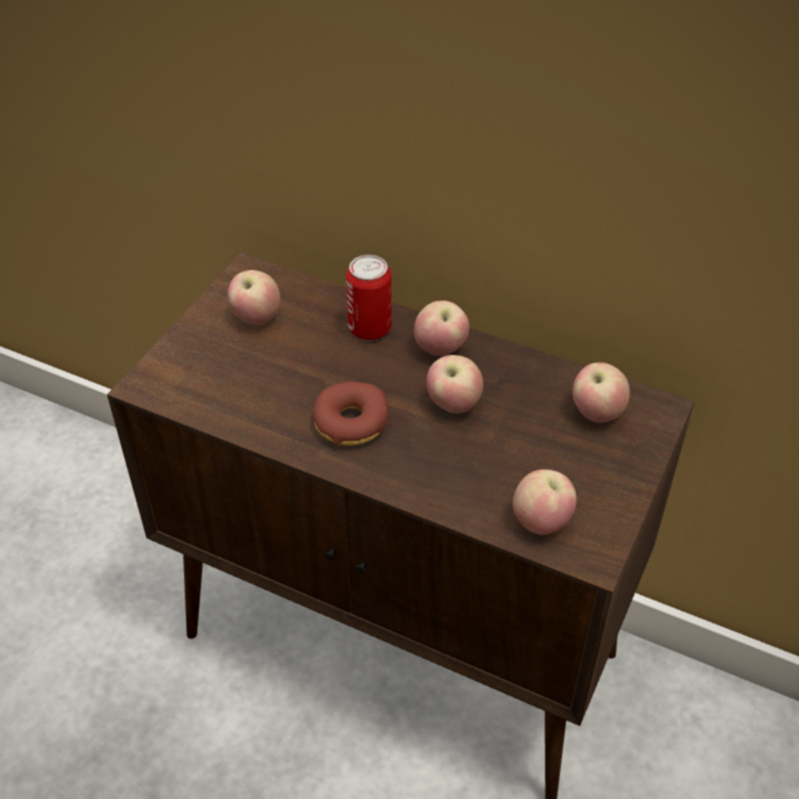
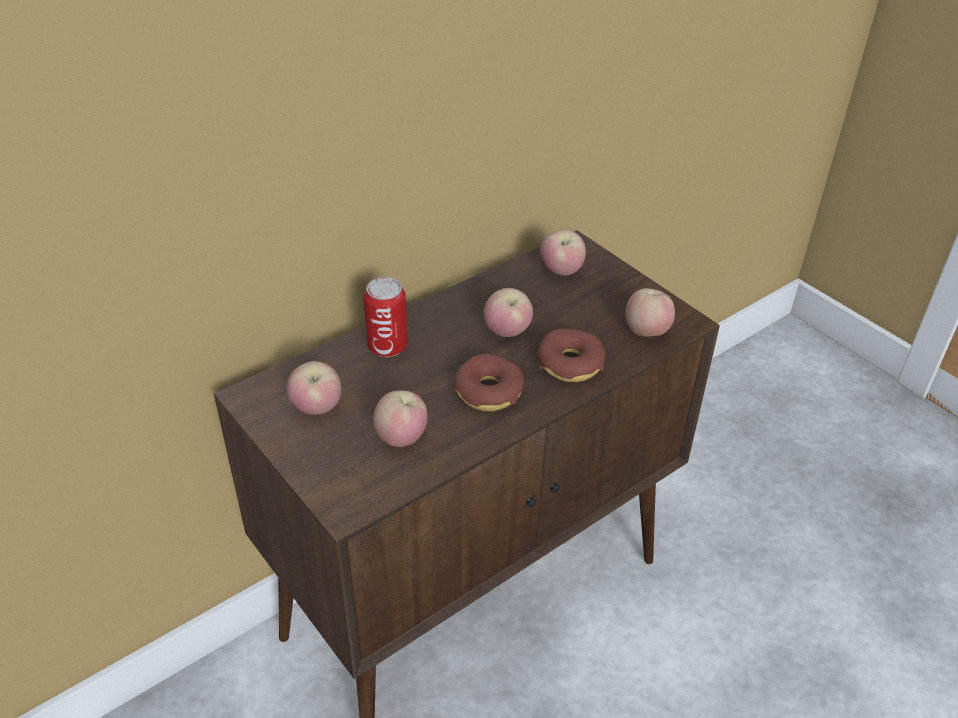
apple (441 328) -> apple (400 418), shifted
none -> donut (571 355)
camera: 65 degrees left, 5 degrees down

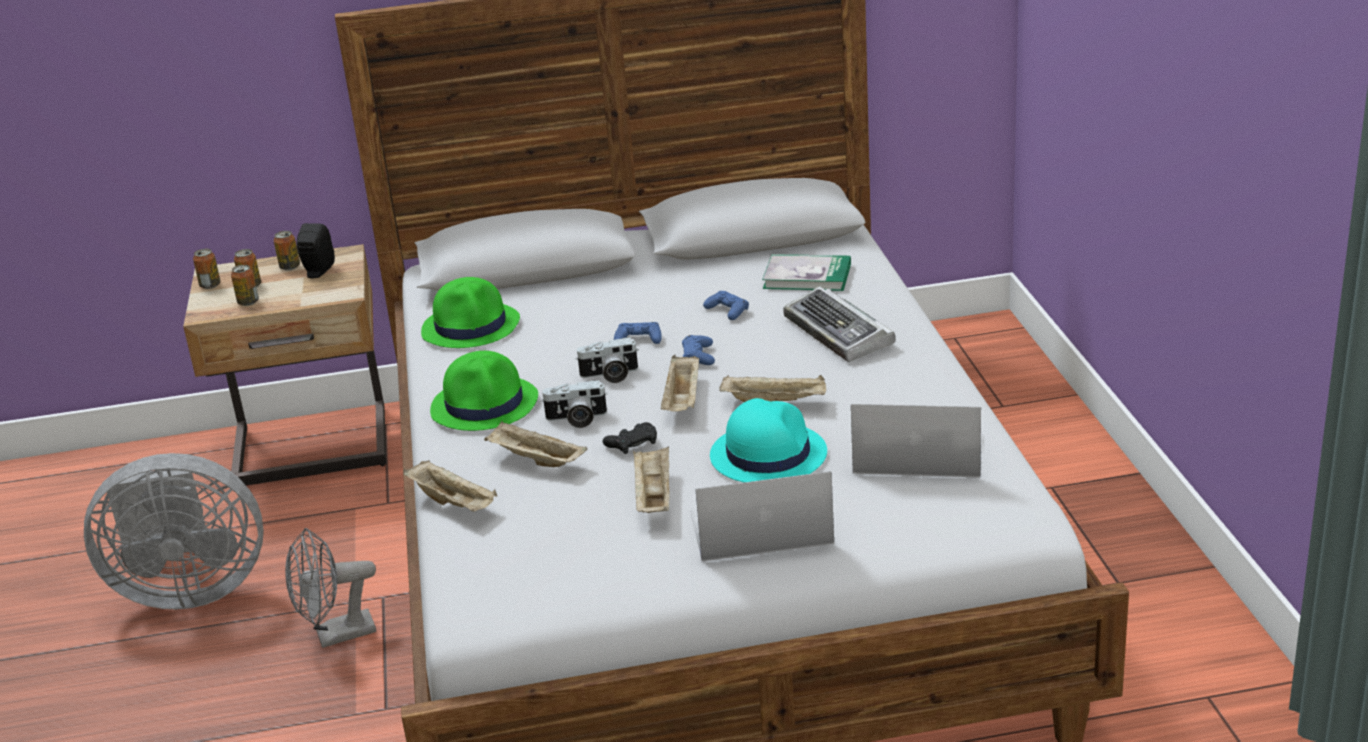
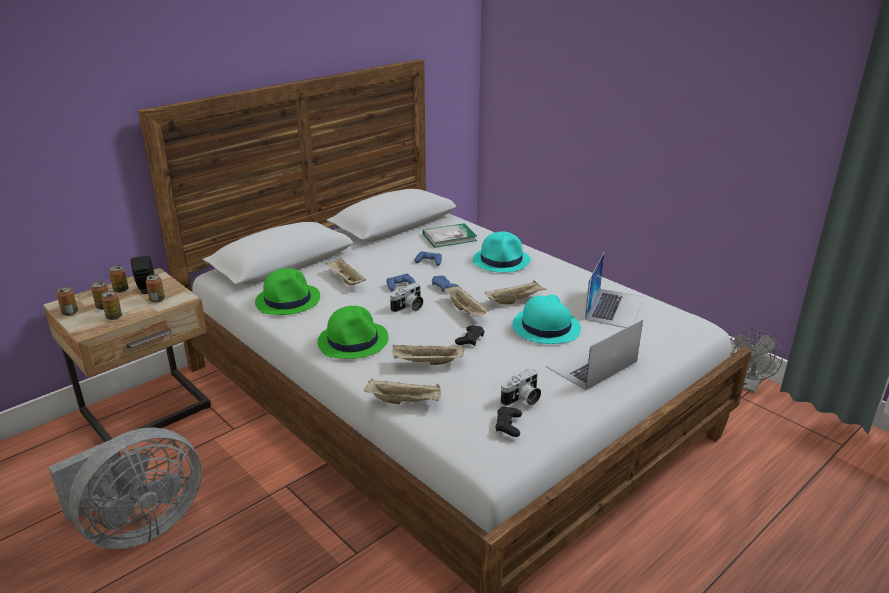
none -> can (155 288)
beige tray (651 479) -> beige tray (346 272), shifted
keyboard (839 324) -> turquoise hat (502 252)
none -> black game controller (508 421)
photo camera (574 404) -> photo camera (521 387), shifted
laptop (916 440) -> laptop (614 290), 135 degrees clockwise
grey fan (330 588) -> grey fan (756 361), shifted
camera: 35 degrees left, 0 degrees up

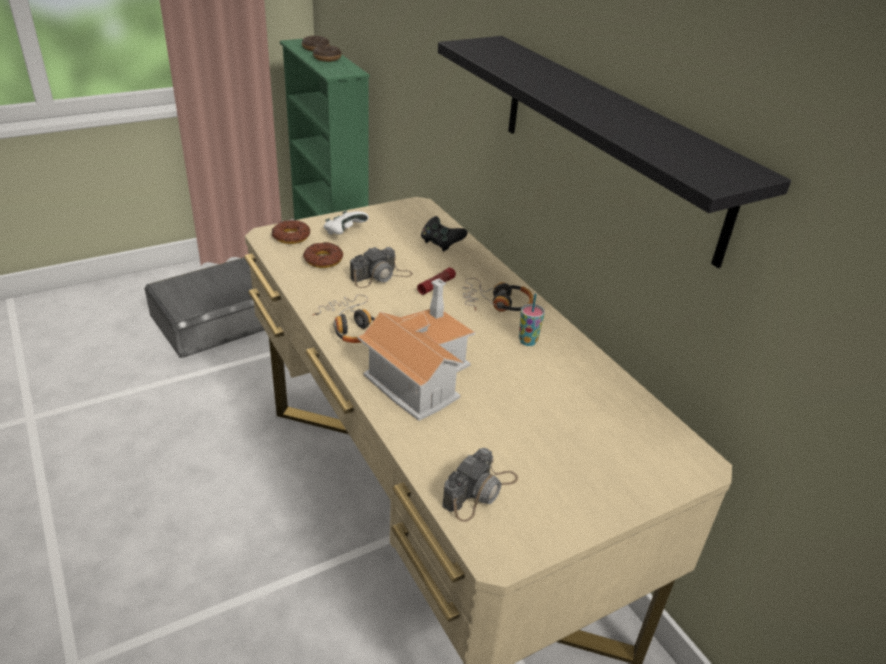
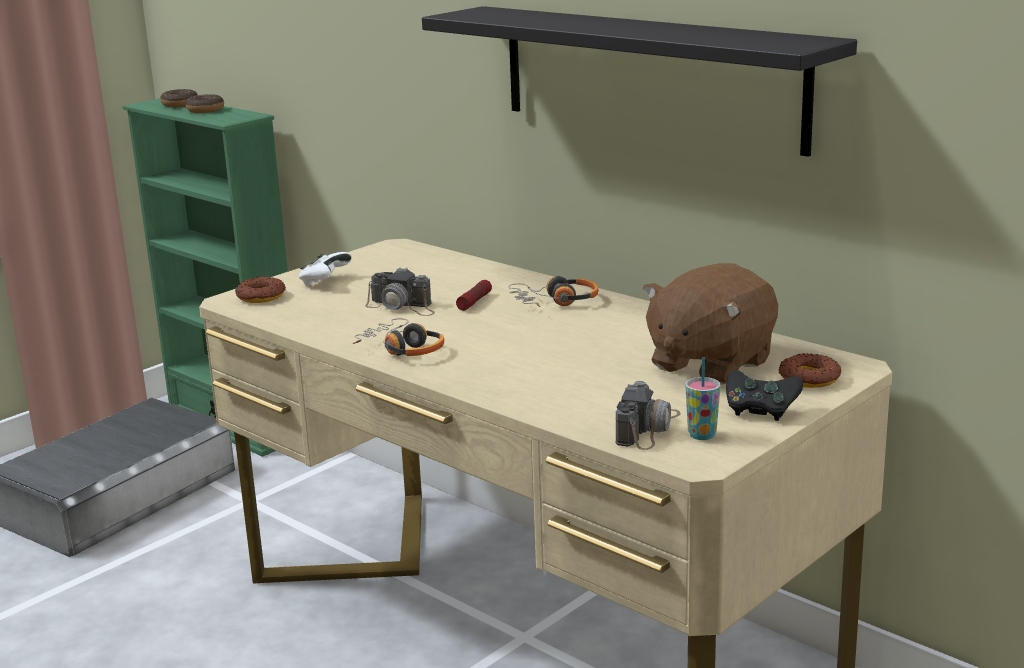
photo camera (381 267) -> photo camera (400 291), 75 degrees clockwise
none -> brown plush toy (710 324)
cup (532 320) -> cup (703 398), shifted
black game controller (444 233) -> black game controller (764 395), shifted
donut (323 255) -> donut (810 370), shifted
toy house (416 350) -> none
camera: 15 degrees left, 15 degrees down

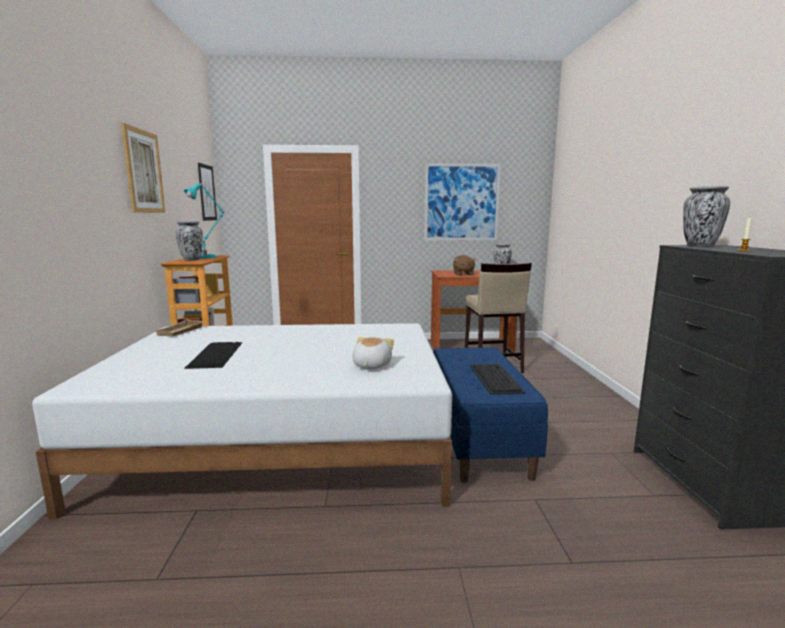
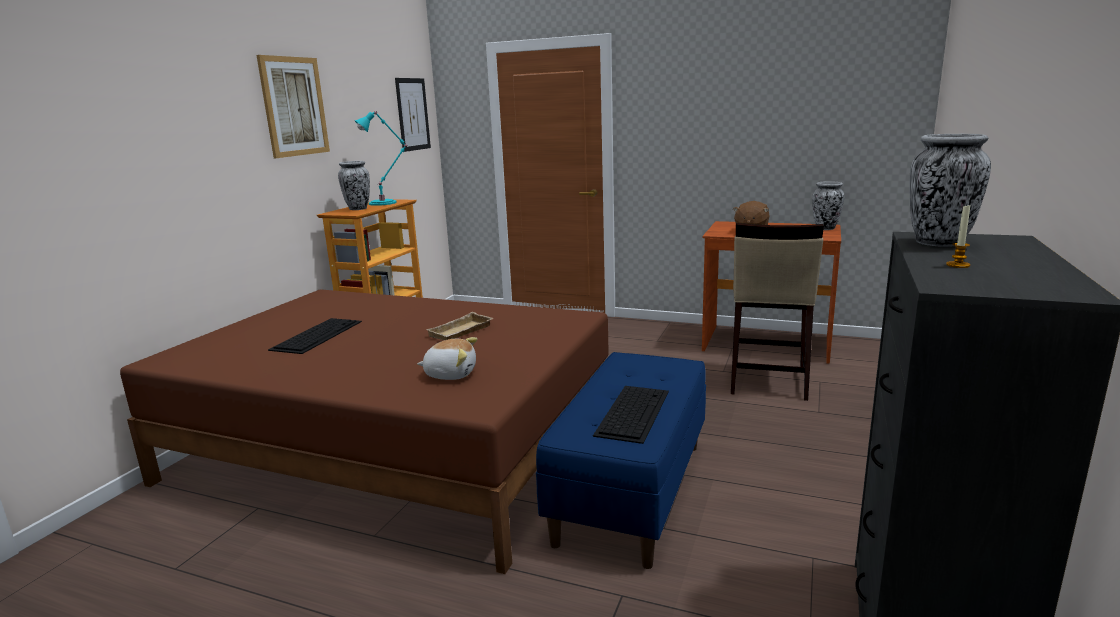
white bed (242 421) -> brown bed (364 431)
plush toy (373 353) -> plush toy (447 358), 60 degrees clockwise
beige tray (179 327) -> beige tray (459 326), shifted
picture (462 201) -> none
camera: 25 degrees right, 5 degrees up

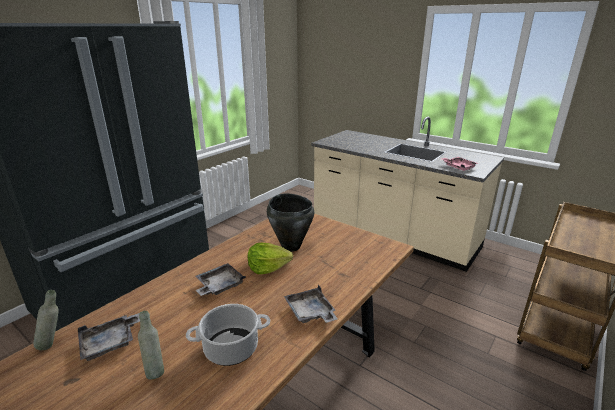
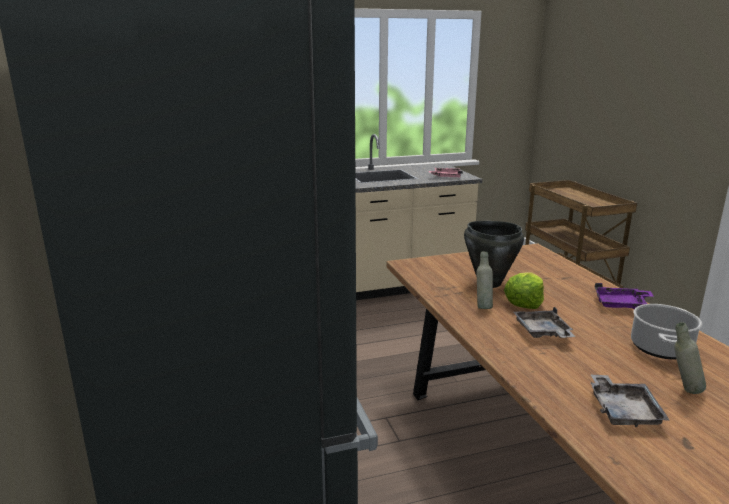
grey bottle (46 320) -> grey bottle (485 280), shifted
grey tray (311 304) -> purple tray (624 296)
camera: 55 degrees left, 5 degrees down

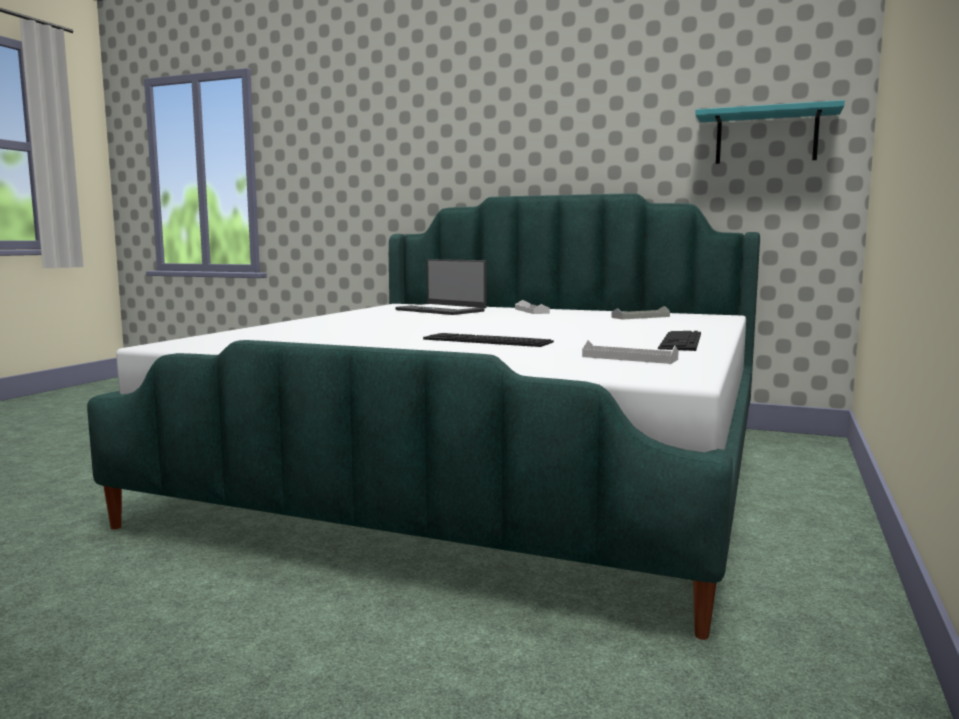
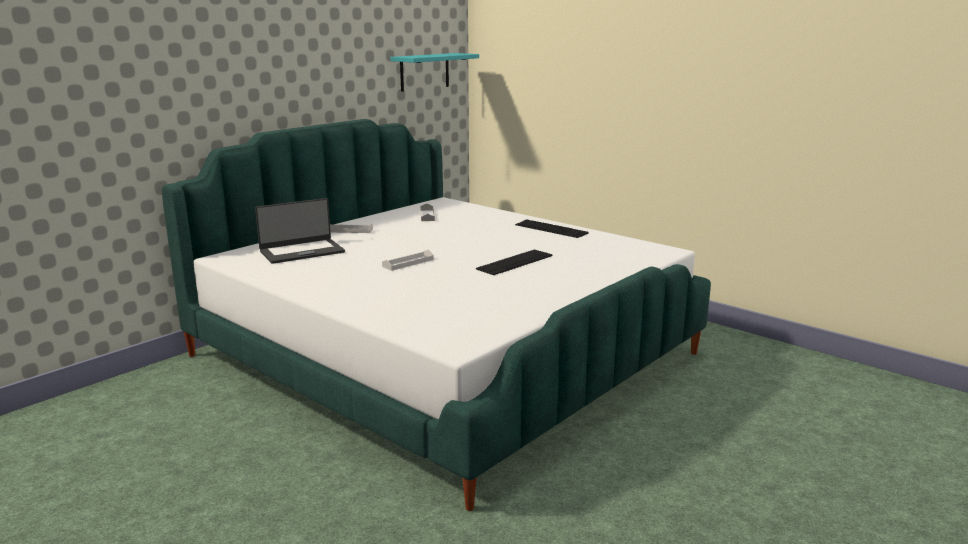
white tray (630 352) -> white tray (408 260), shifted
camera: 70 degrees left, 10 degrees up

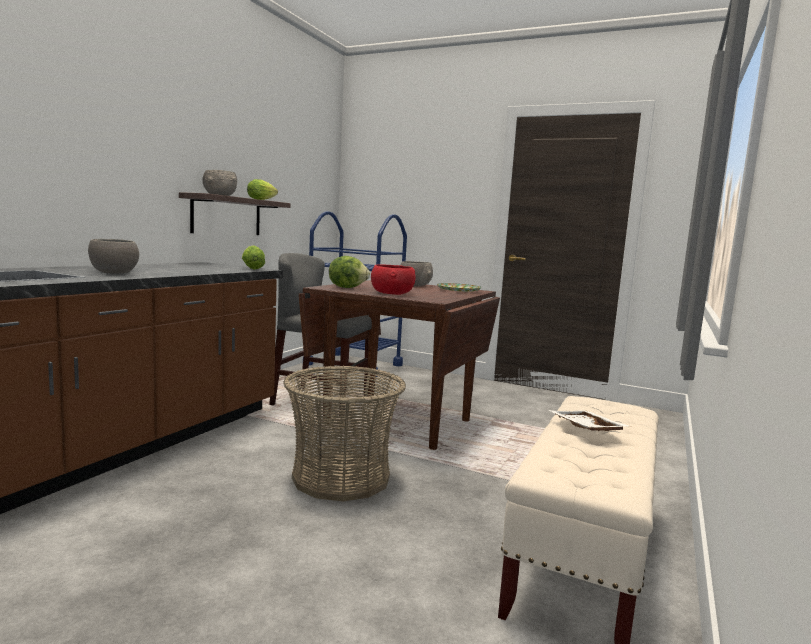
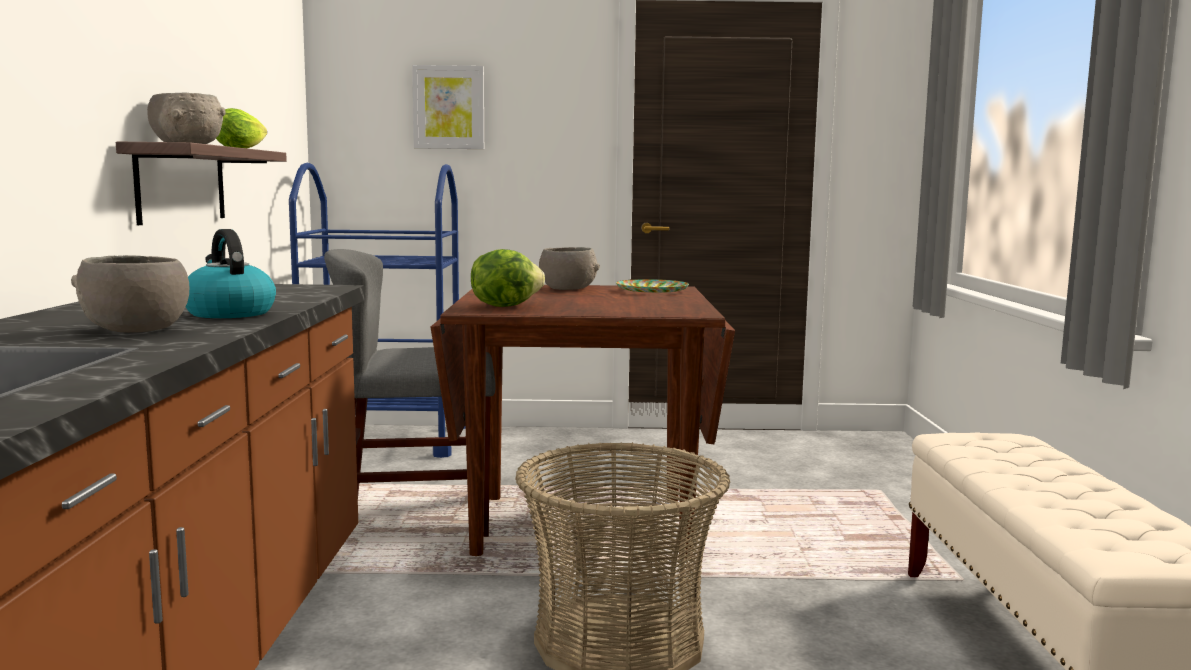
none -> kettle (231 273)
none -> picture (448 107)
lettuce (253 257) -> none
red bowl (393 280) -> none
white tray (590 420) -> none
camera: 25 degrees left, 0 degrees up

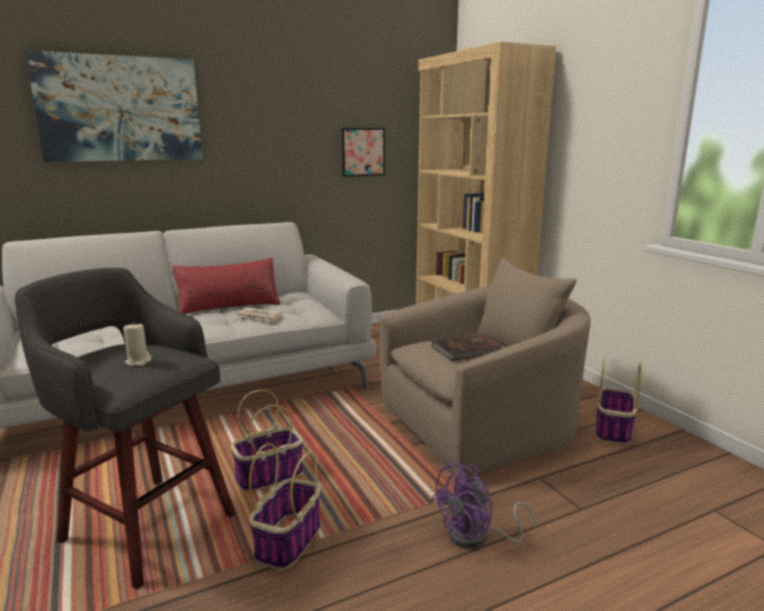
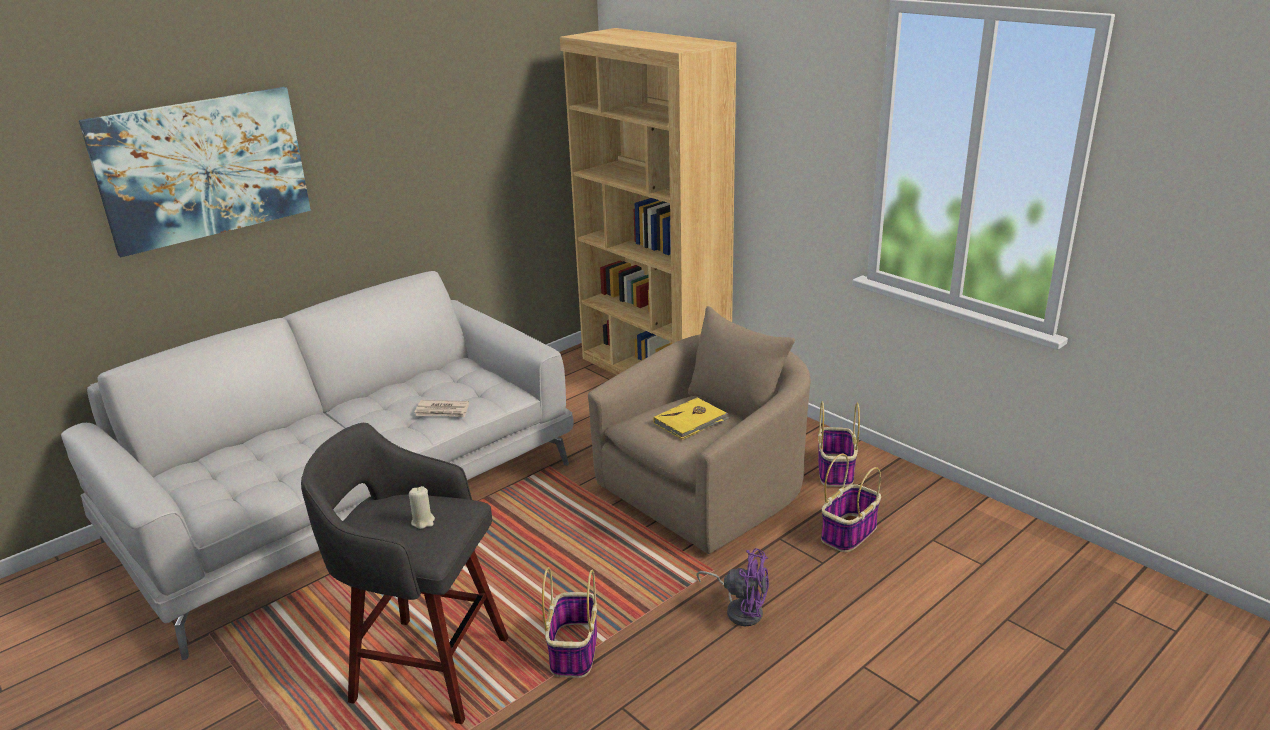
brown book (468 347) -> yellow book (691 418)
purple fan (483 505) -> purple fan (732 587), 105 degrees counterclockwise
basket (267 440) -> basket (851 503), shifted
red pillow (226 286) -> none
picture (363 152) -> none
camera: 15 degrees left, 10 degrees up

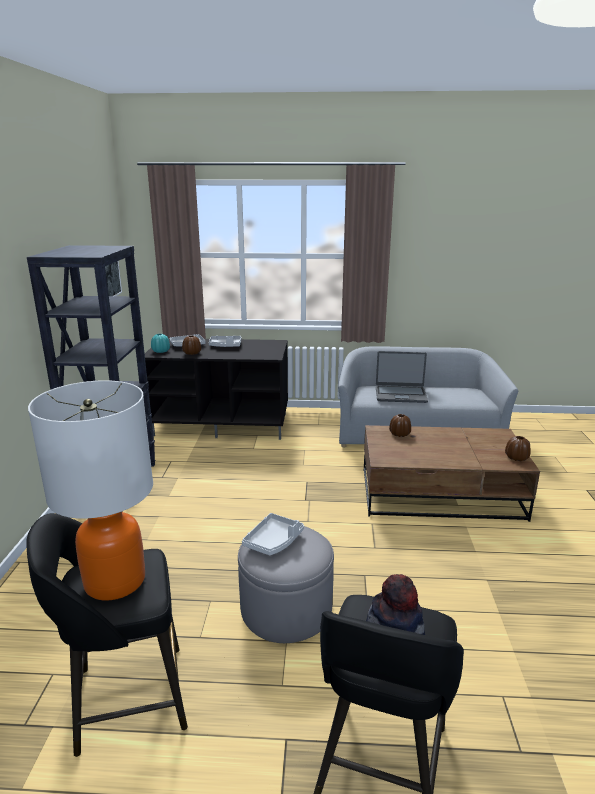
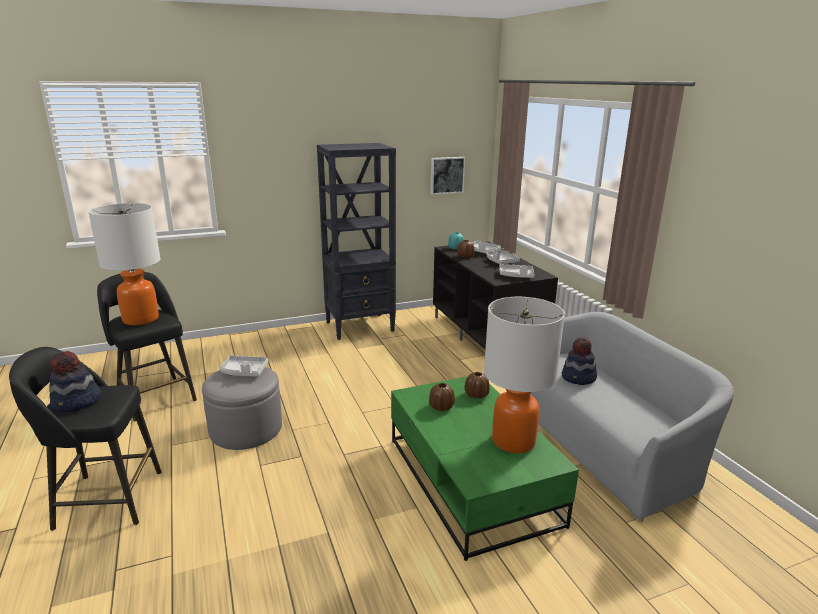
brown coffee table (452 473) -> green coffee table (485 468)
brown vase (518 448) -> brown vase (442 397), shifted
none -> table lamp (524 375)
none -> grey tray (517 271)
laptop (402 377) -> hat (579 361)
camera: 65 degrees right, 0 degrees up

